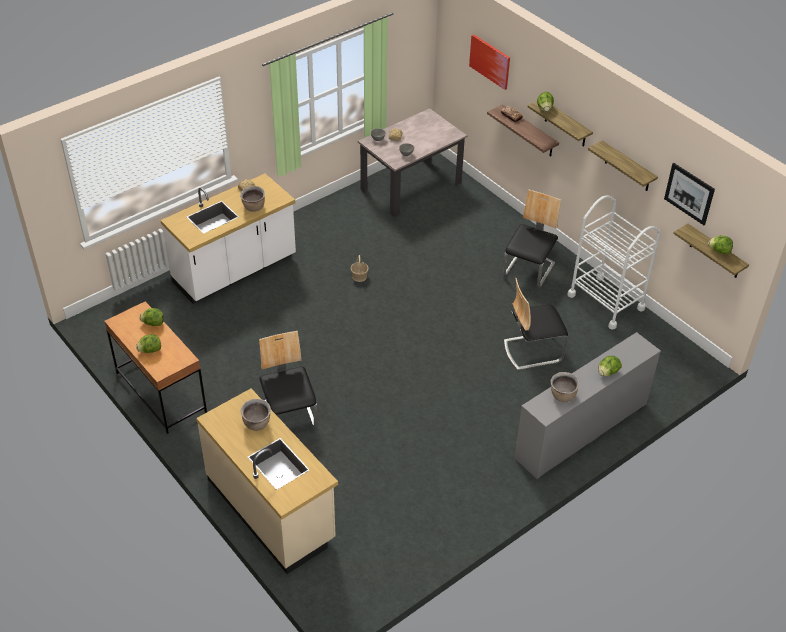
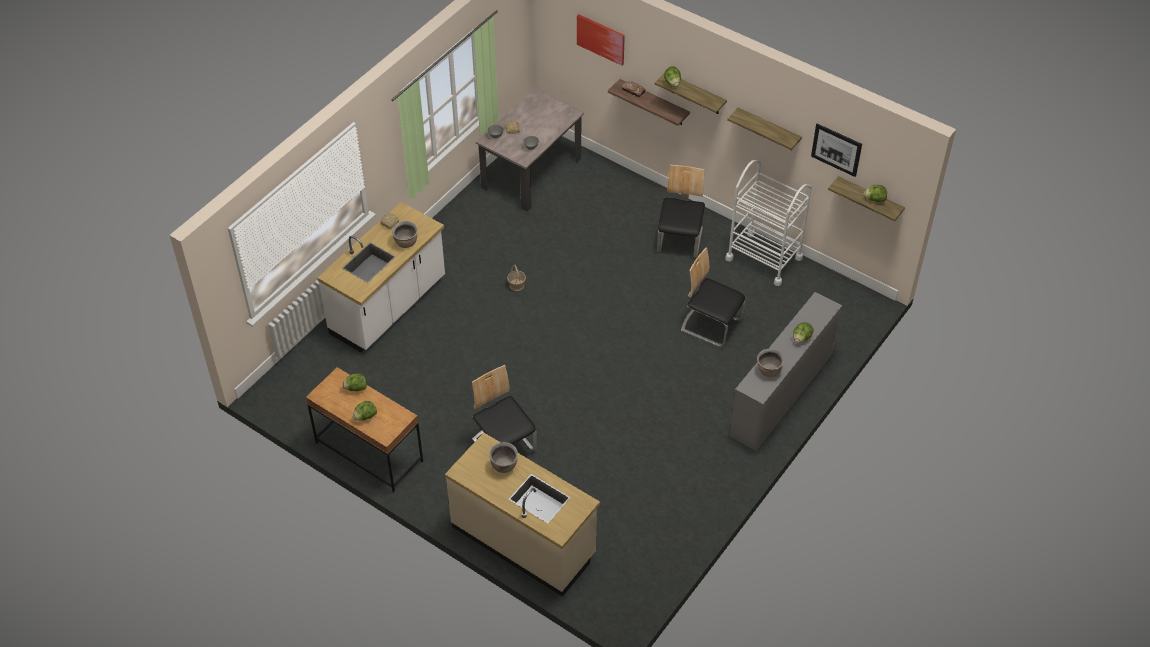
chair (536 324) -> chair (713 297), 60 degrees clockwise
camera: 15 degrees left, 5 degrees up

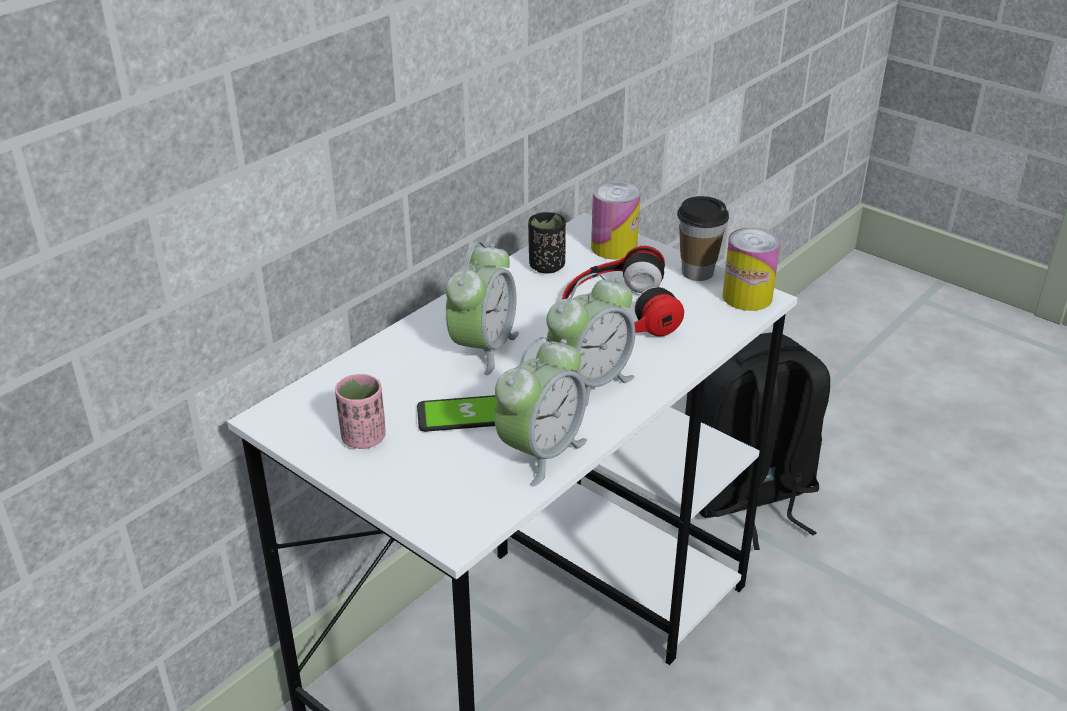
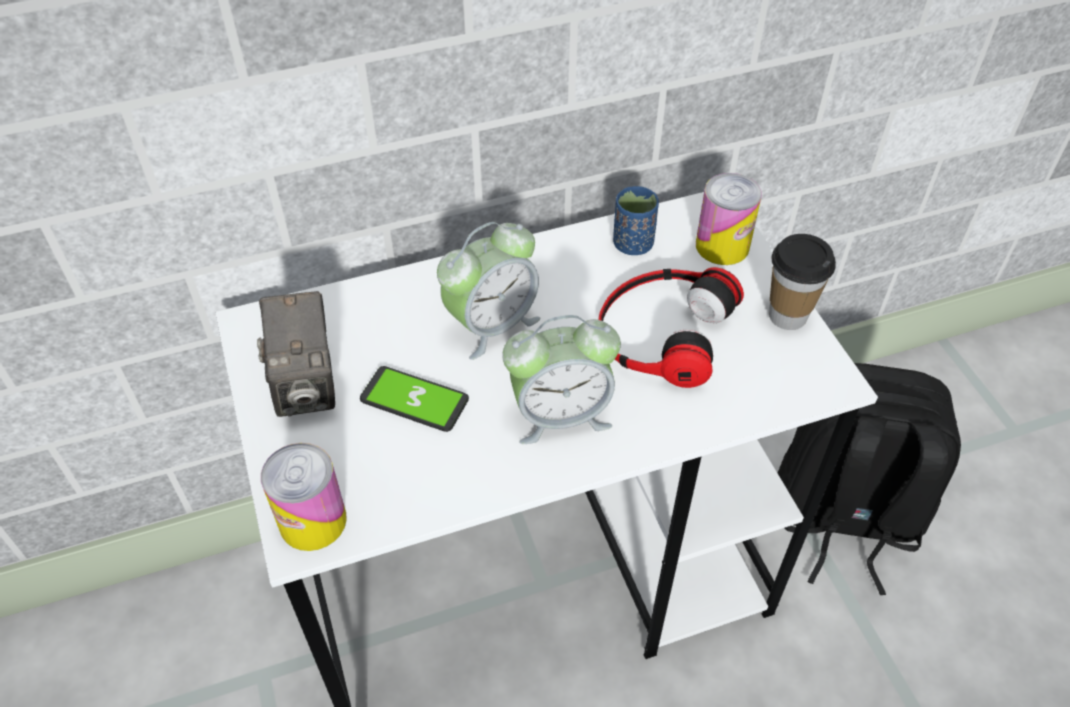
pink cup (360 411) -> photo camera (296 354)
can (751 269) -> can (304 497), shifted
black cup (547 242) -> blue cup (636 220)
alarm clock (541 411) -> none
camera: 30 degrees right, 15 degrees up

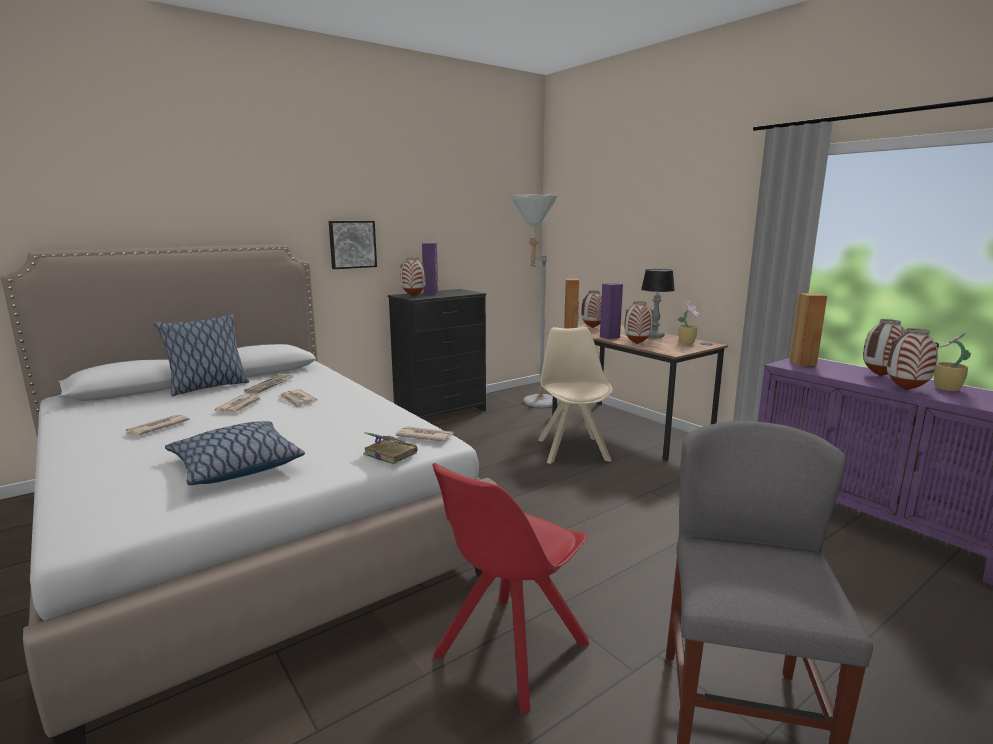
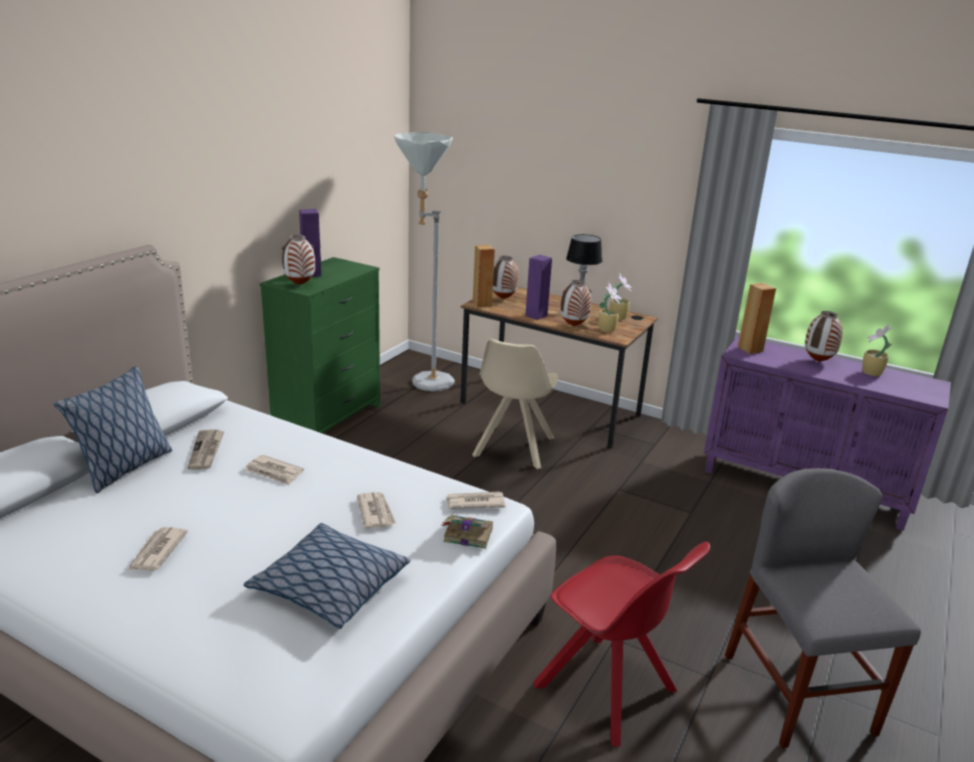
black dresser (437 354) -> green dresser (320 345)
newspaper (238 403) -> newspaper (376 510), shifted
beige chair (575 395) -> beige chair (515 404), 135 degrees counterclockwise
red chair (510 588) -> red chair (621 644), 60 degrees counterclockwise
none -> potted plant (610 307)
picture (353 245) -> none
vase (913 359) -> none
camera: 25 degrees left, 10 degrees up

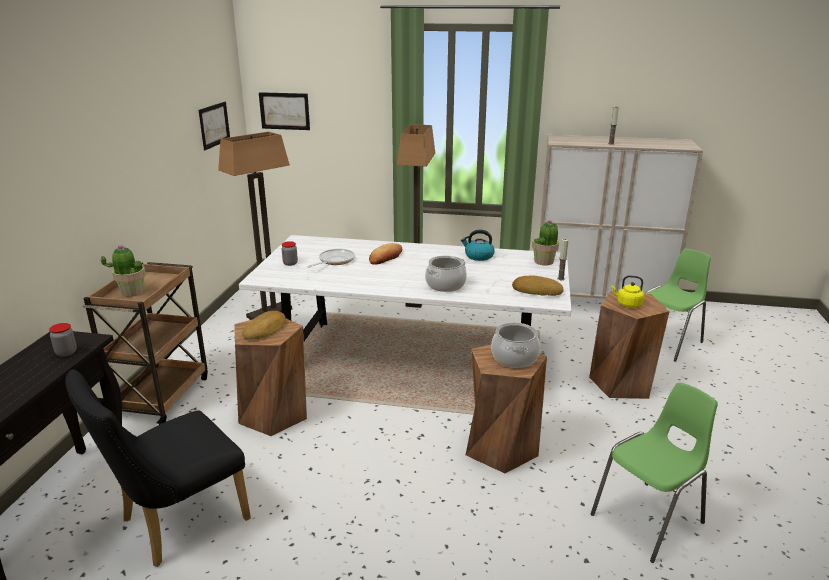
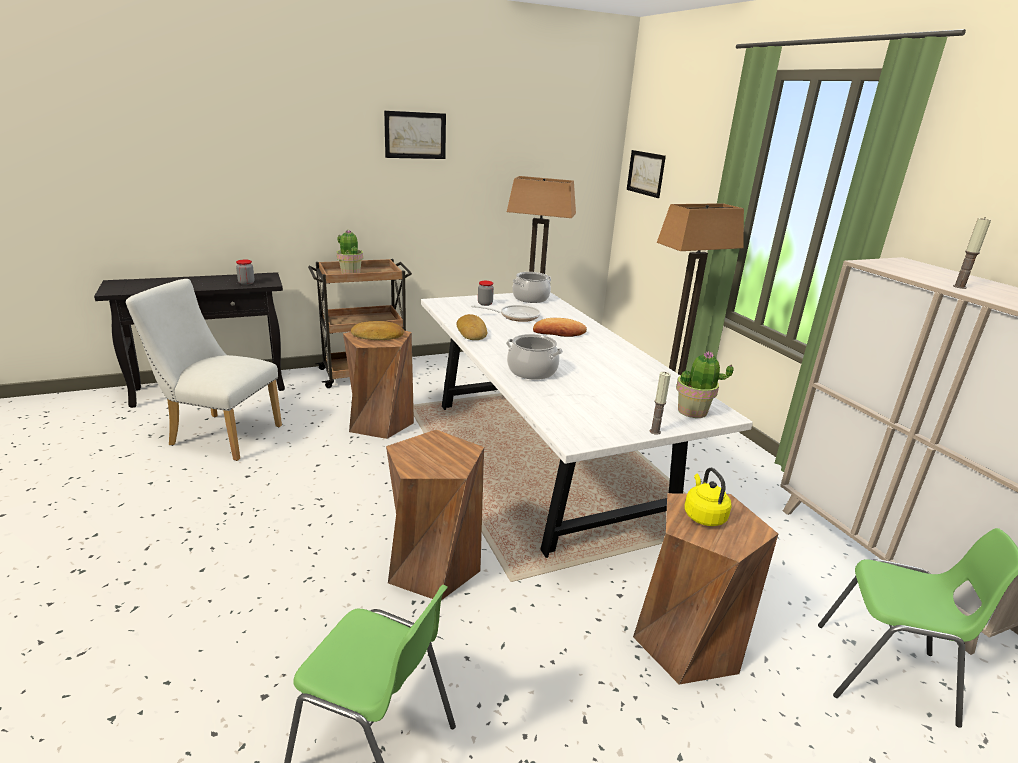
black chair (158 468) -> white chair (203 370)
picture (214 126) -> picture (415 135), shifted
bread (538 285) -> bread (472 327), shifted
cooking pot (515 345) -> cooking pot (531 287), shifted
kettle (478 245) -> none
camera: 55 degrees right, 0 degrees up

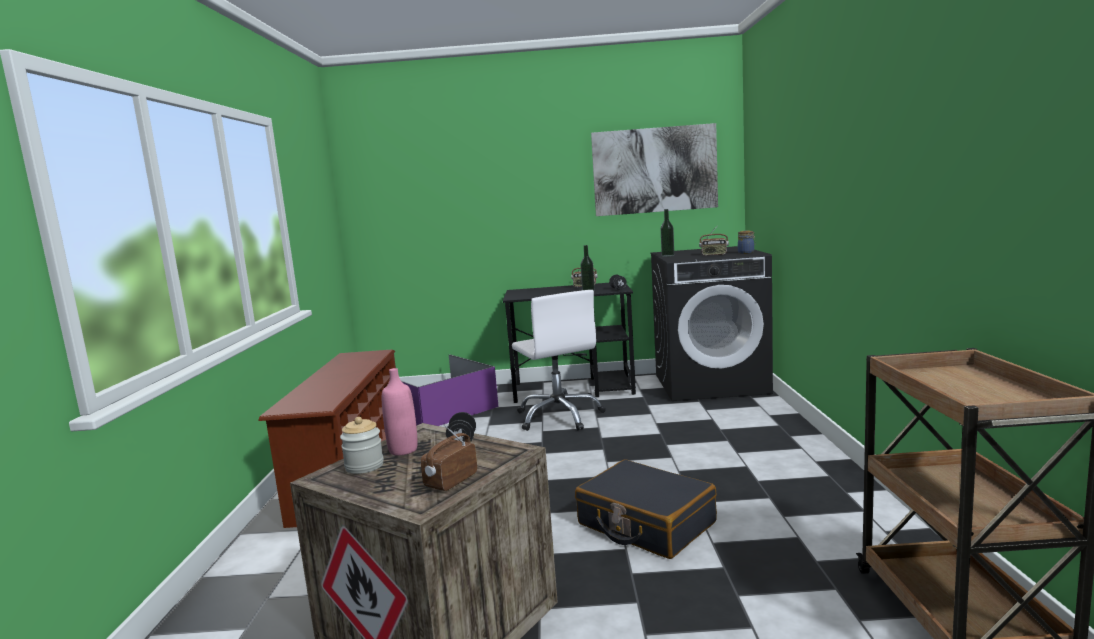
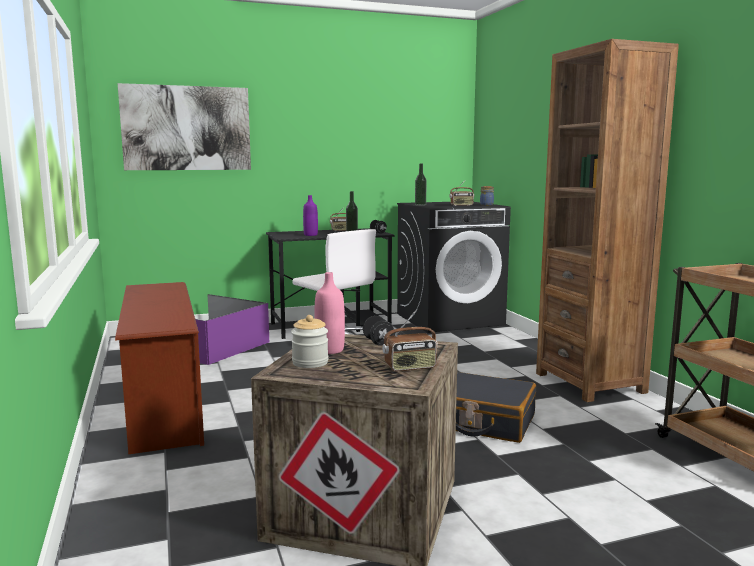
picture (654 169) -> picture (184 126), shifted
none -> purple bottle (310 215)
radio (449 458) -> radio (410 340), 120 degrees counterclockwise
none -> brown bookcase (607 220)
camera: 20 degrees left, 0 degrees up

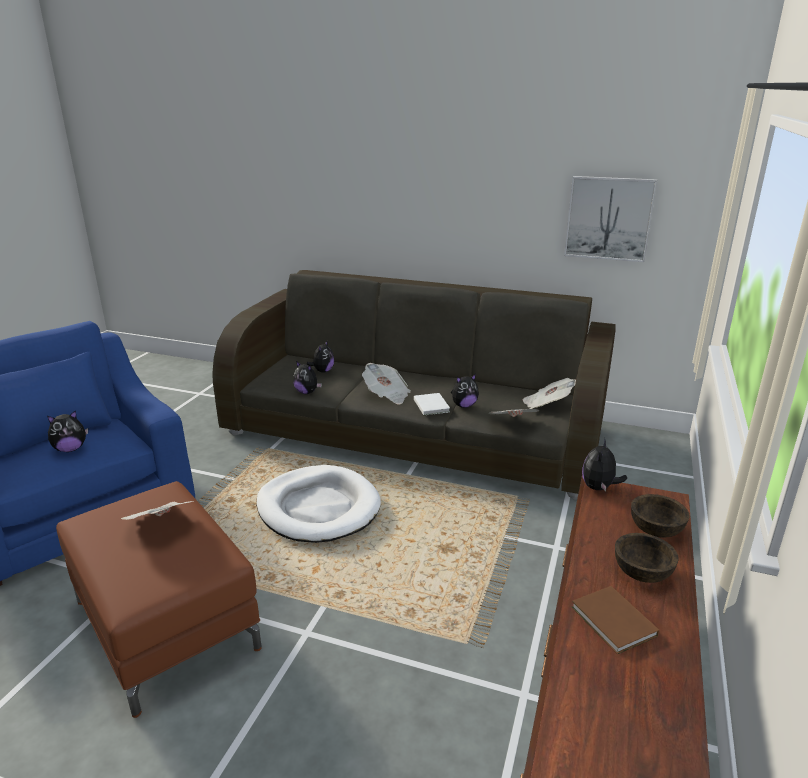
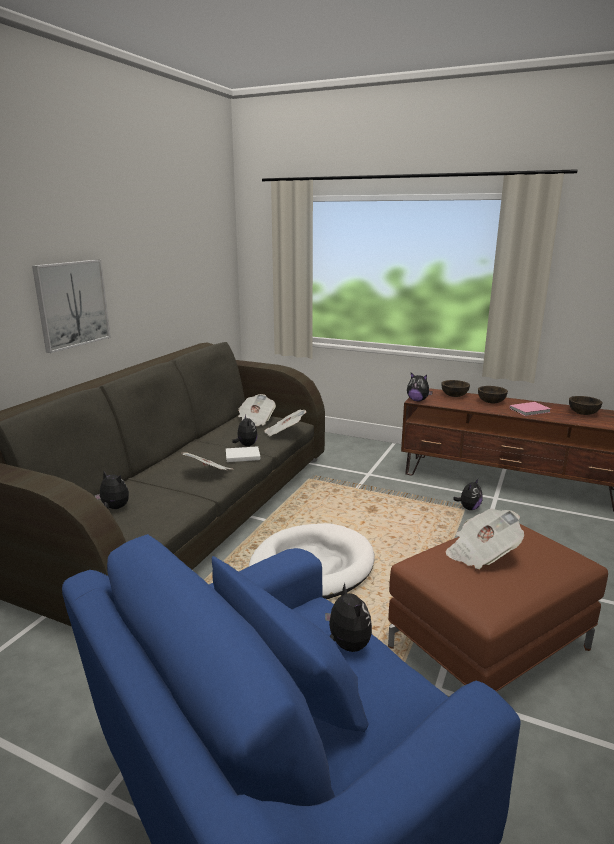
picture (610 219) -> picture (71 306), shifted
plush toy (307 377) -> plush toy (468 494), shifted
brown book (615 620) -> pink book (530 409)
none -> brown bowl (586 405)
camera: 85 degrees left, 5 degrees down

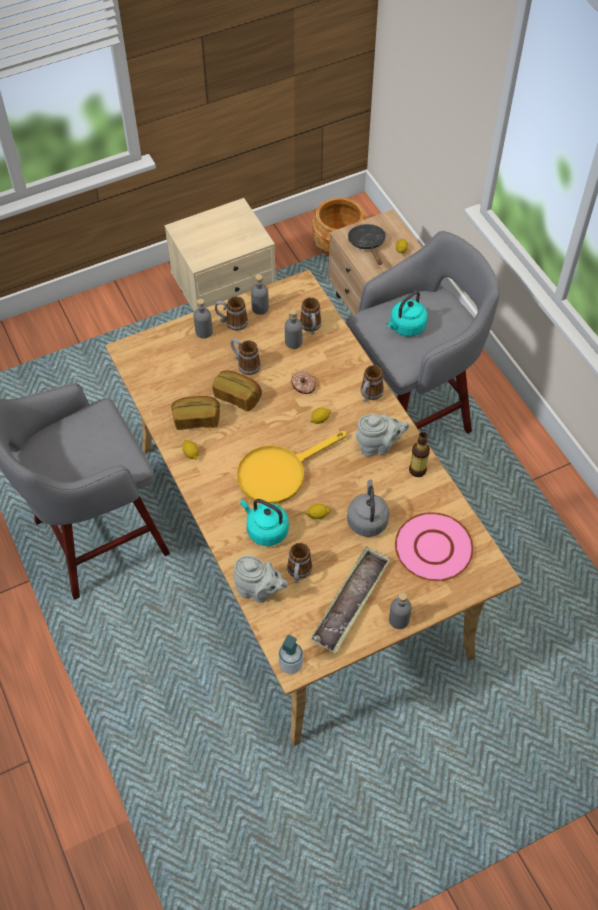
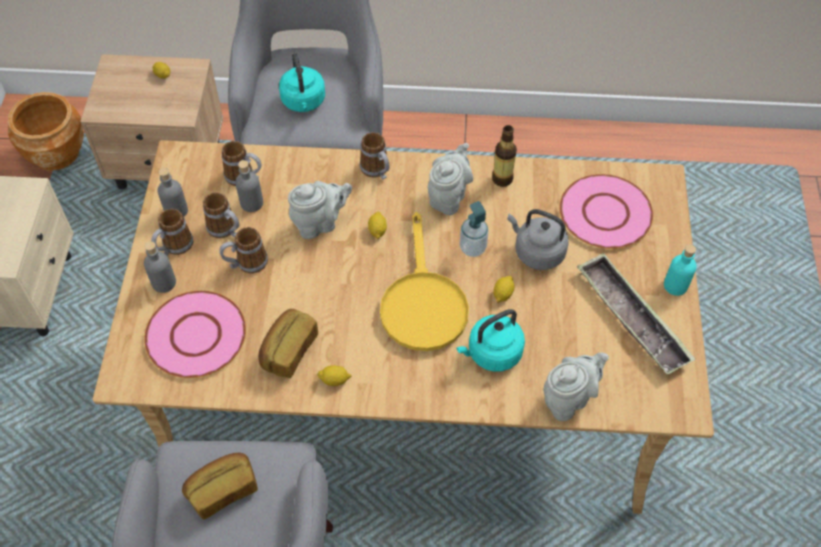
none -> pink plate (195 334)
bread (237 391) -> bread (220 486), shifted
mug (300 563) -> mug (221 215), shifted
donut (303 383) -> grey teapot (320 210)
soap dispenser (291 654) -> soap dispenser (474 229), shifted
grey bottle (400 610) -> turquoise bottle (680 270)
black frying pan (367 244) -> none
camera: 60 degrees left, 0 degrees up

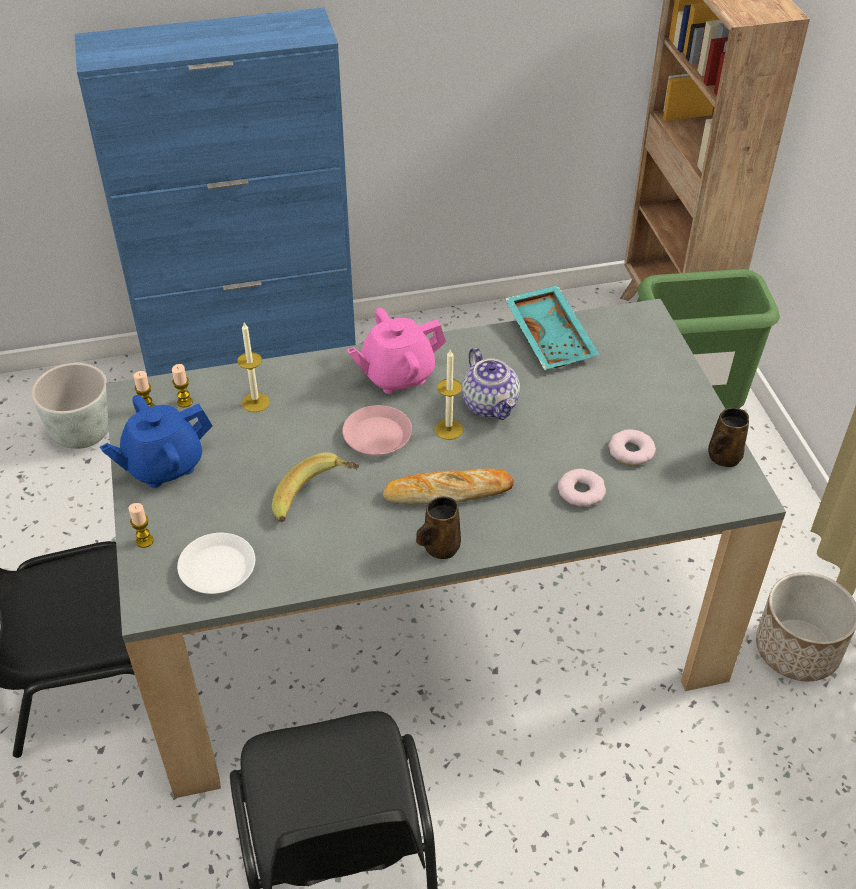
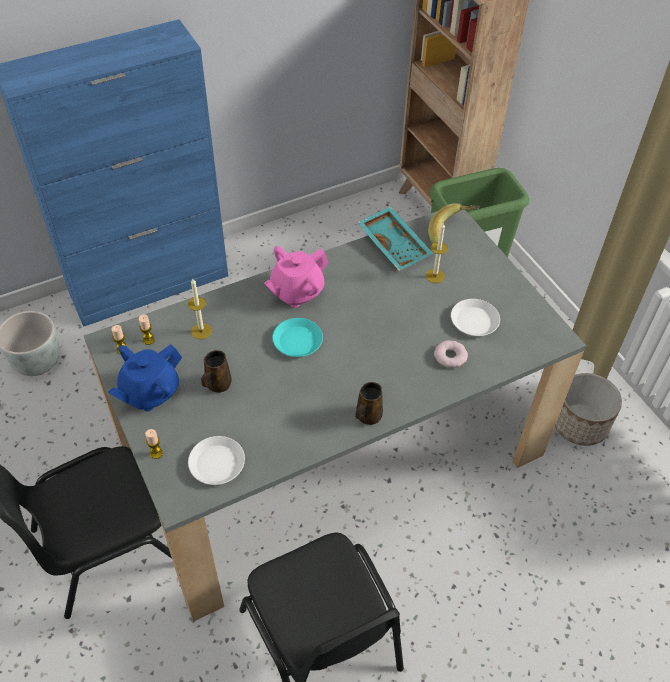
brown mug (728 437) -> brown mug (216 371), shifted
pink plate (377 430) -> turquoise plate (297 337)
candle (449 394) -> candle (436 253), shifted
banana (315 487) -> banana (453 223), shifted
donut (632 447) -> white plate (475 317)
bread (448 486) -> none
teapot (491 384) -> none
camera: 15 degrees left, 5 degrees up

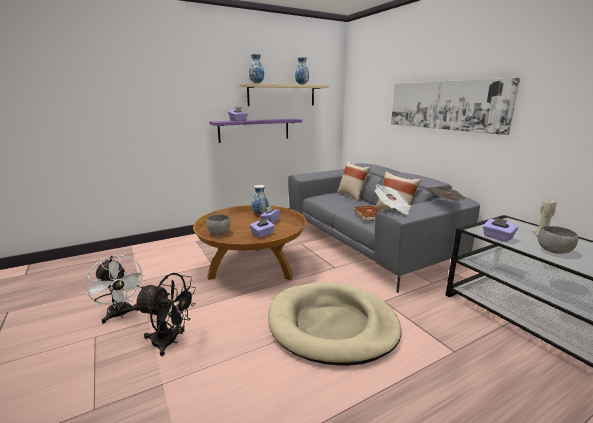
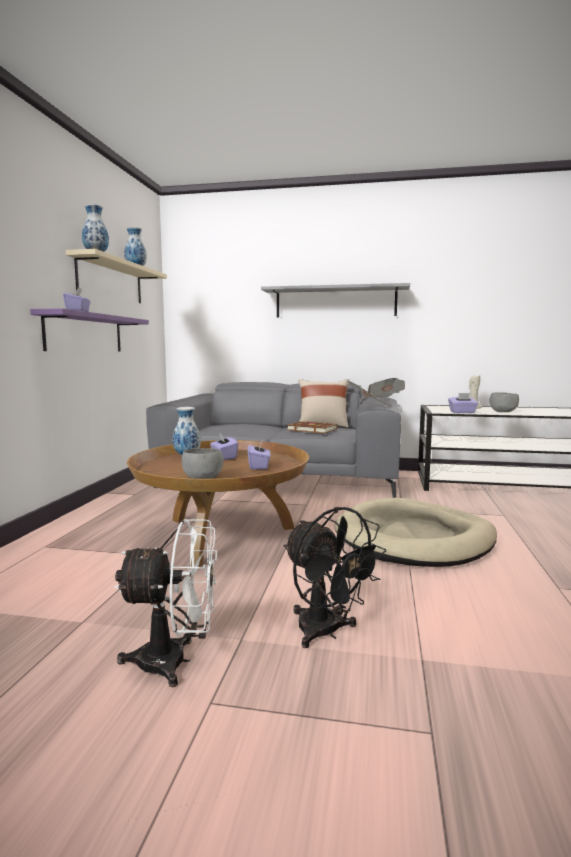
picture (455 106) -> grey shelf (335 300)
black fan (165 314) -> black fan (335 577), 90 degrees clockwise
beige pillow (354 181) -> none
camera: 50 degrees left, 10 degrees down

